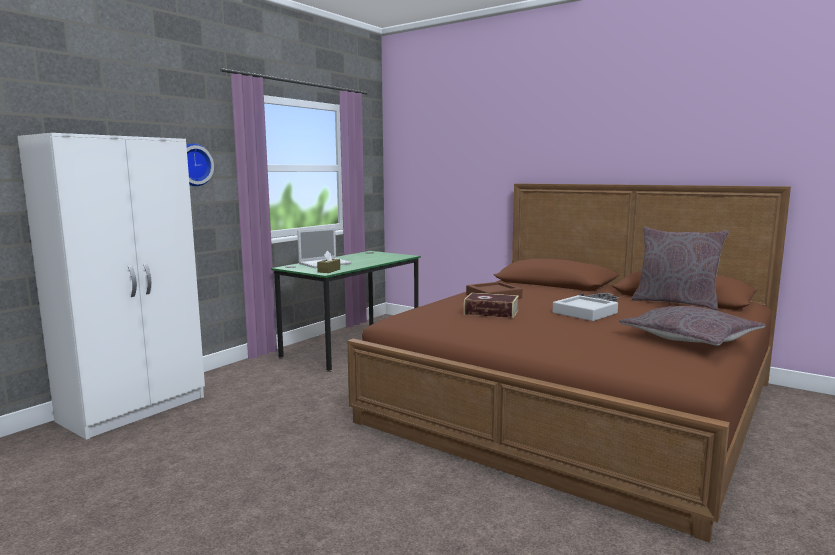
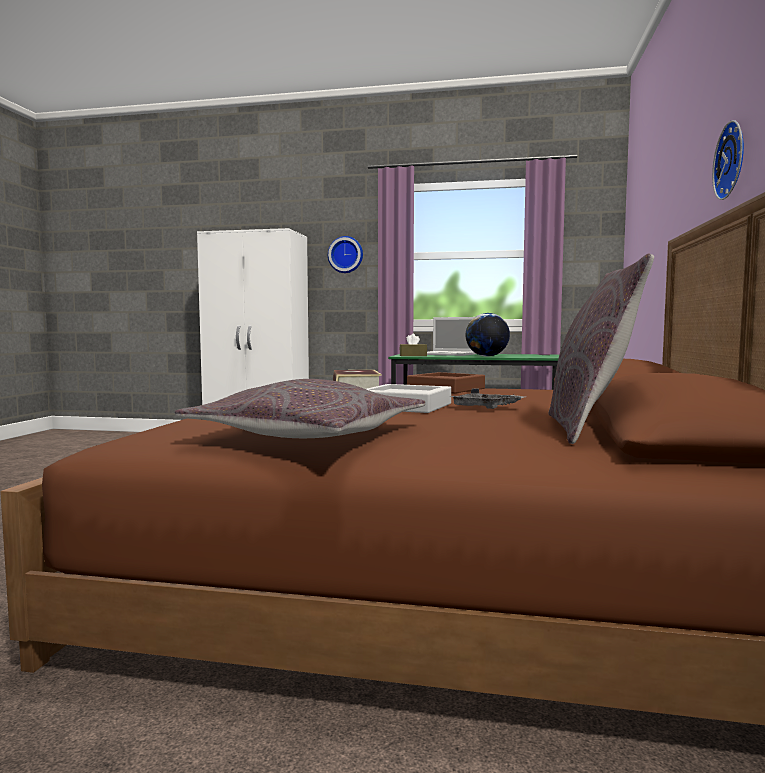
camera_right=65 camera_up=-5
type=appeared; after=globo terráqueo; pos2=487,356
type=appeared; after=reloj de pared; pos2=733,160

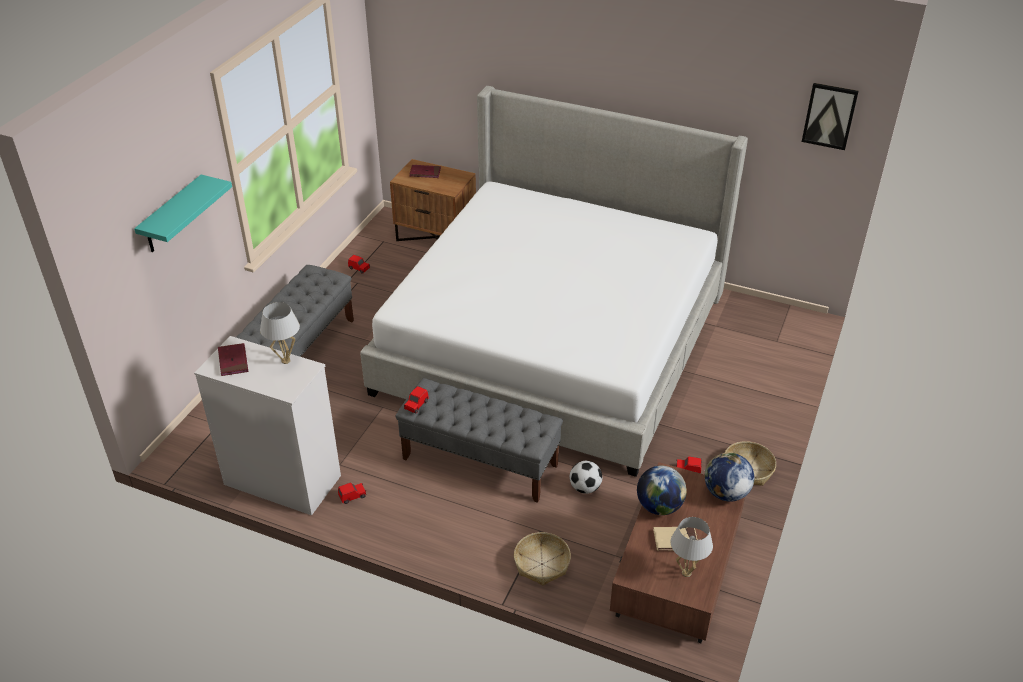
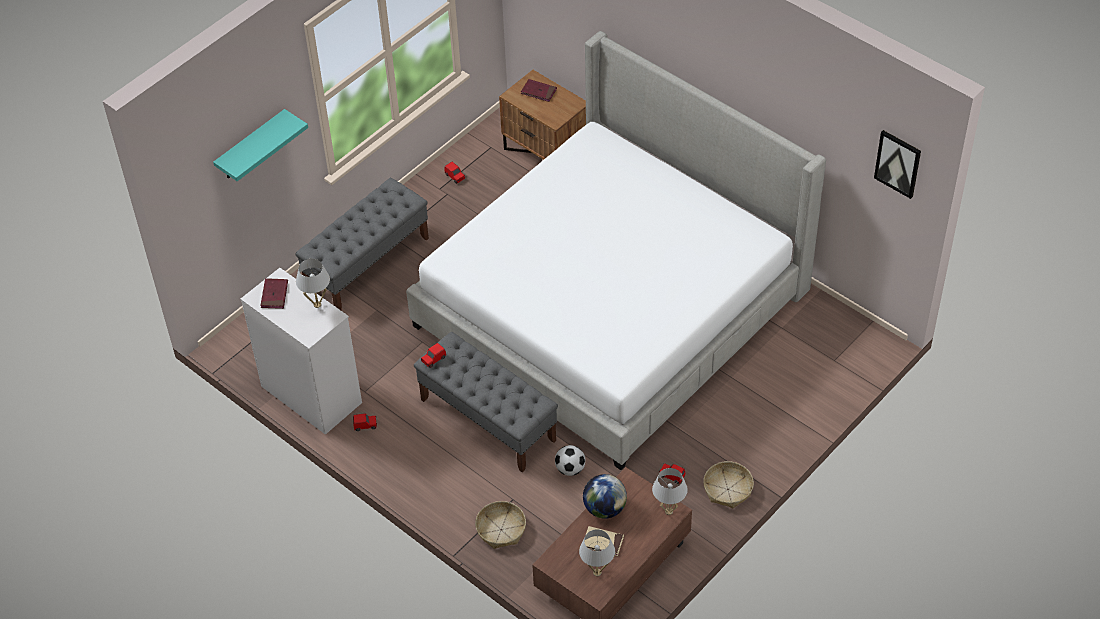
camera_right=20 camera_up=10
type=exchanged; before=globo terráqueo; after=lámpara de mesa/blanco; pos1=725,493; pos2=669,511

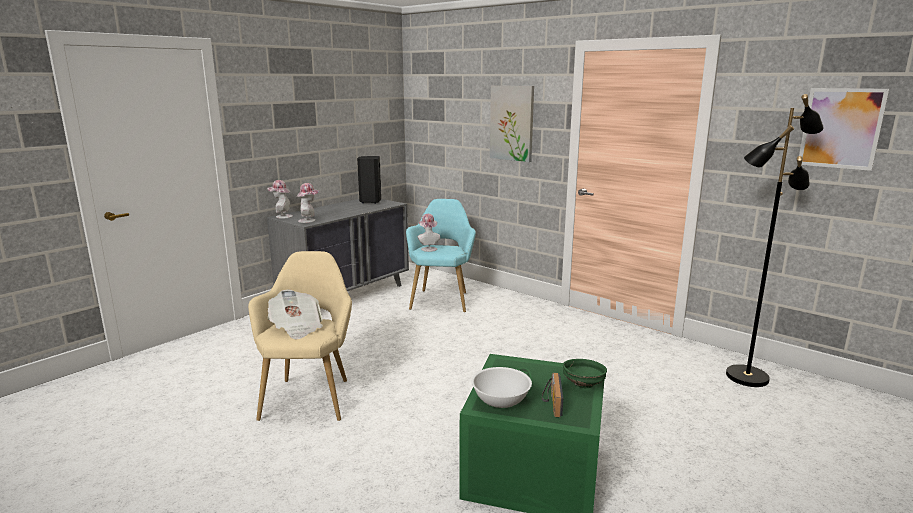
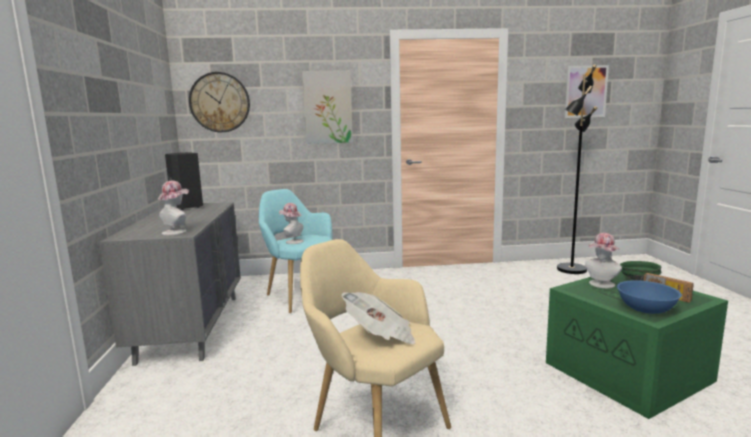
camera_right=-45 camera_up=-5
type=relocated; before=sombrero; pos1=281,216; pos2=601,285
type=colour; before=cuenco/blanco; after=cuenco/azul; pos1=501,400; pos2=645,309
type=appeared; after=reloj de pared; pos2=220,102

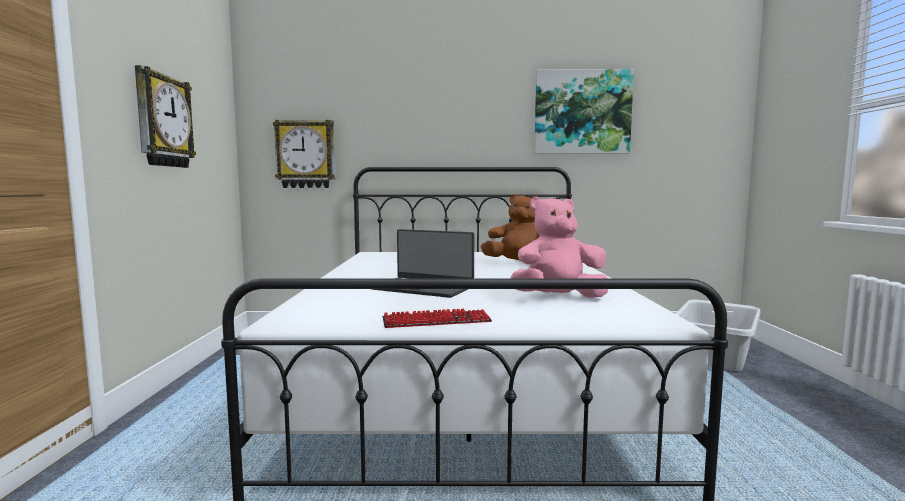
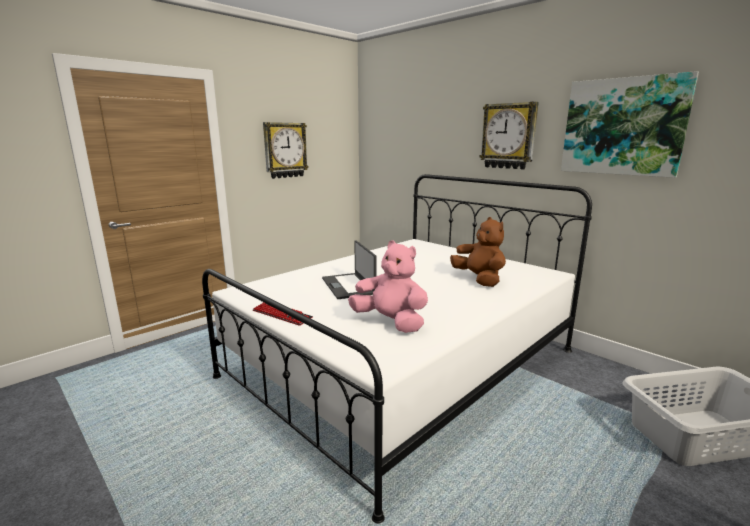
camera_right=45 camera_up=10
type=relocated; before=reloj de pared; pos1=305,154; pos2=508,136

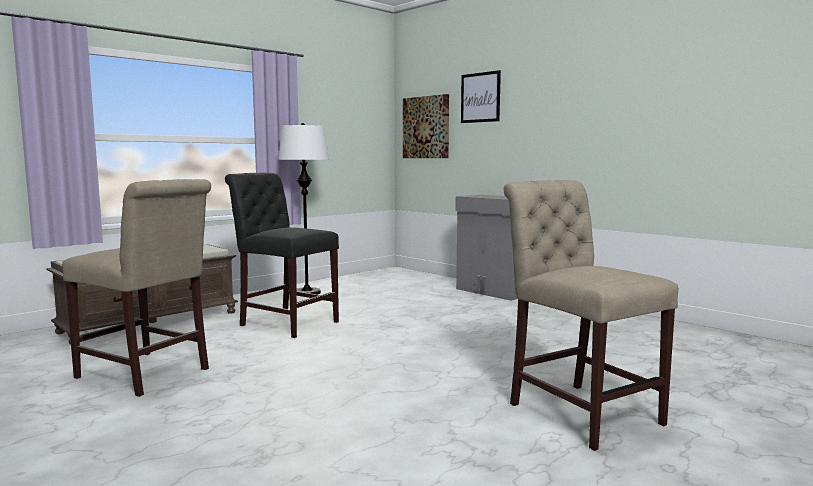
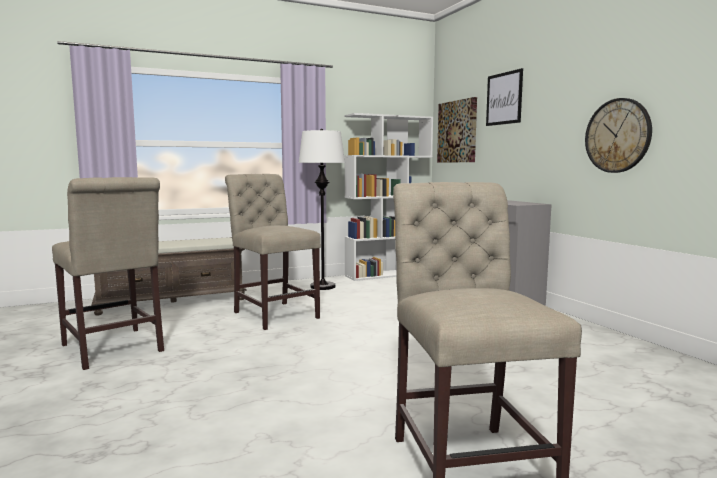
camera_right=20 camera_up=0
type=colour; before=silla/negro; after=silla/beis; pos1=285,322; pos2=274,314
type=appeared; after=estantería/blanco; pos2=387,274
type=appeared; after=reloj de pared; pos2=617,135

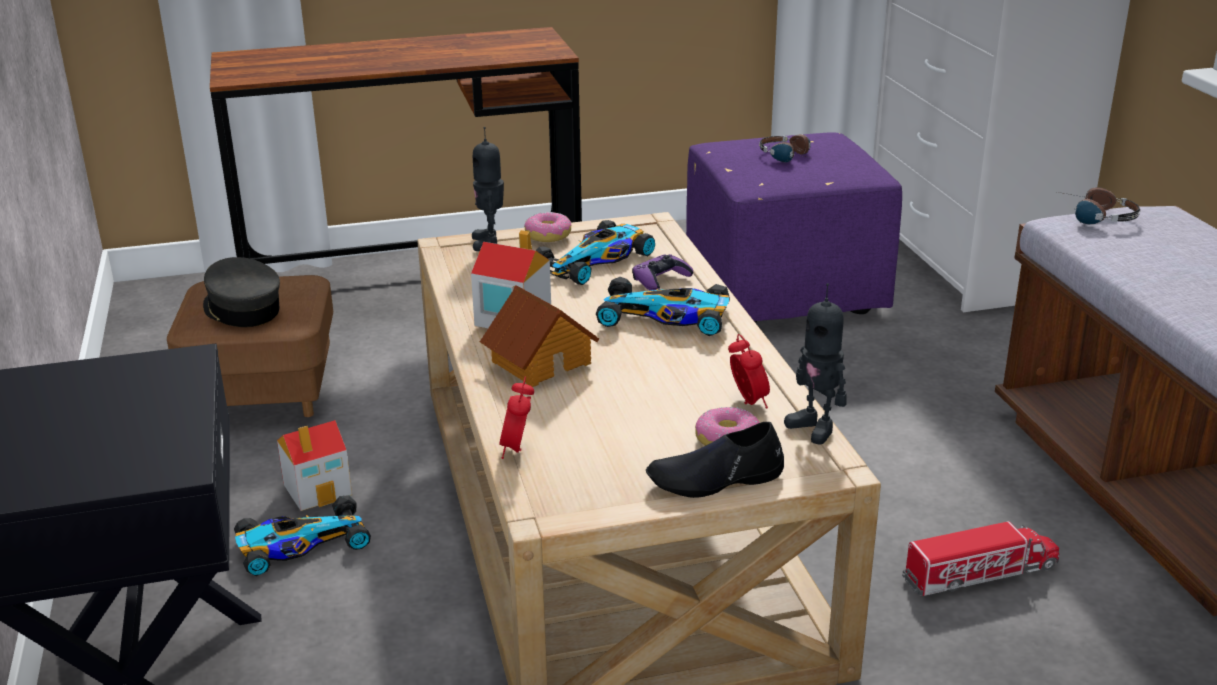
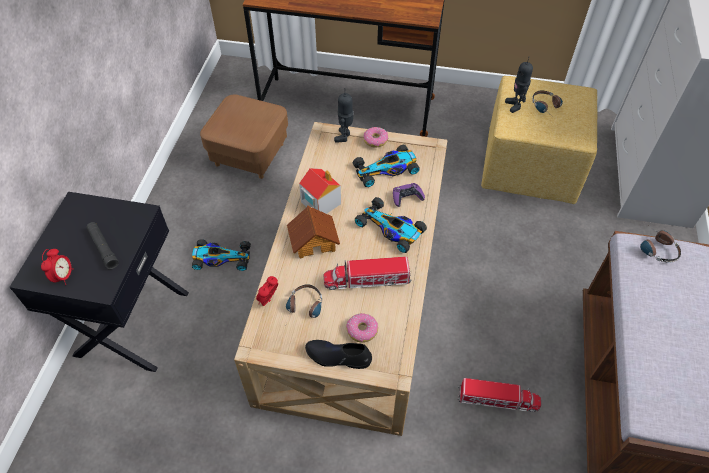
camera_right=25 camera_up=25
type=missing; before=gorra/gris; pos1=241,309
type=missing; before=casita; pos1=318,489
type=colour; before=puf/morado; after=puf/amarillo; pos1=784,292; pos2=529,167
type=relocated; before=despertador; pos1=747,402; pos2=63,276
type=relocated; before=robot de juguete; pos1=815,428; pos2=515,105
type=appeared; after=linterna/negro; pos2=103,248
type=appeared; after=auriculares; pos2=304,310
type=appeared; after=camión de juguete; pos2=367,280

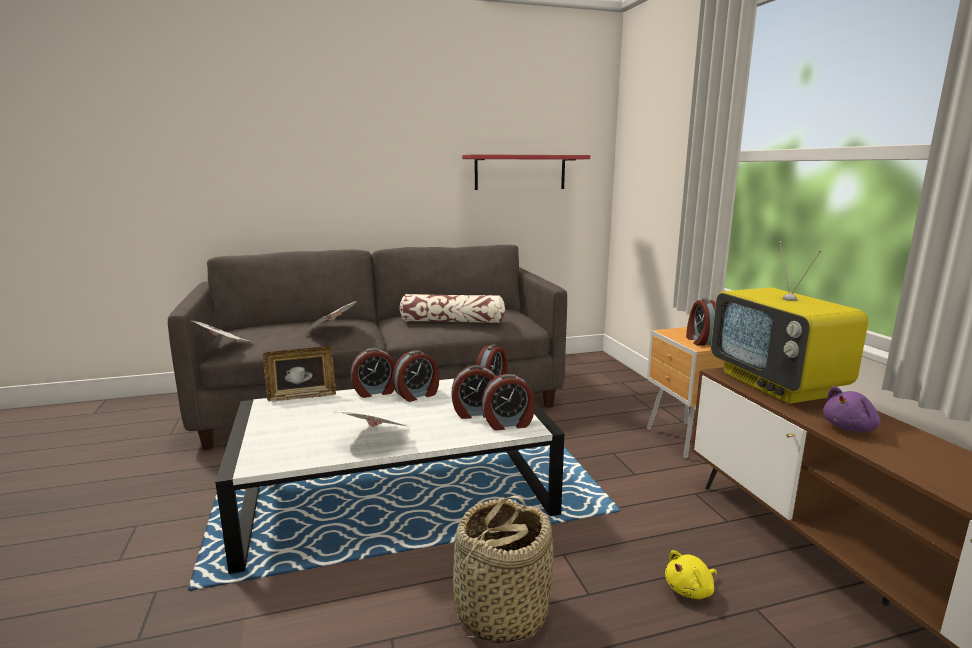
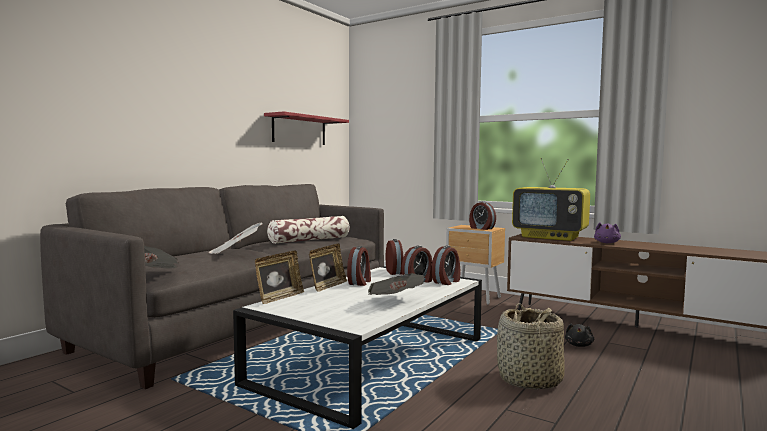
camera_right=-40 camera_up=-10
type=exchanged; before=despertador; after=portarretratos; pos1=375,392; pos2=327,286
type=colour; before=peluche/amarillo; after=peluche/negro; pos1=690,590; pos2=579,345

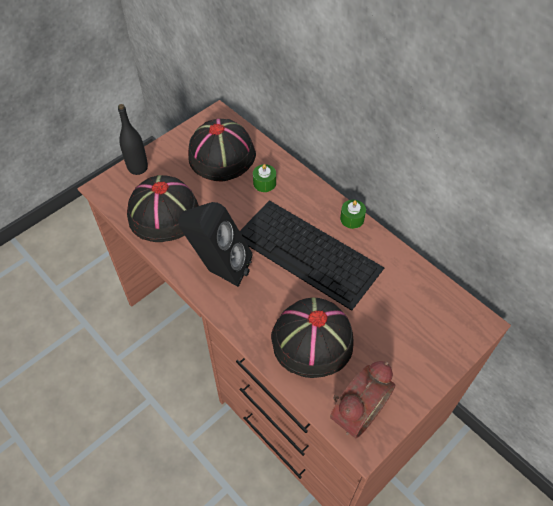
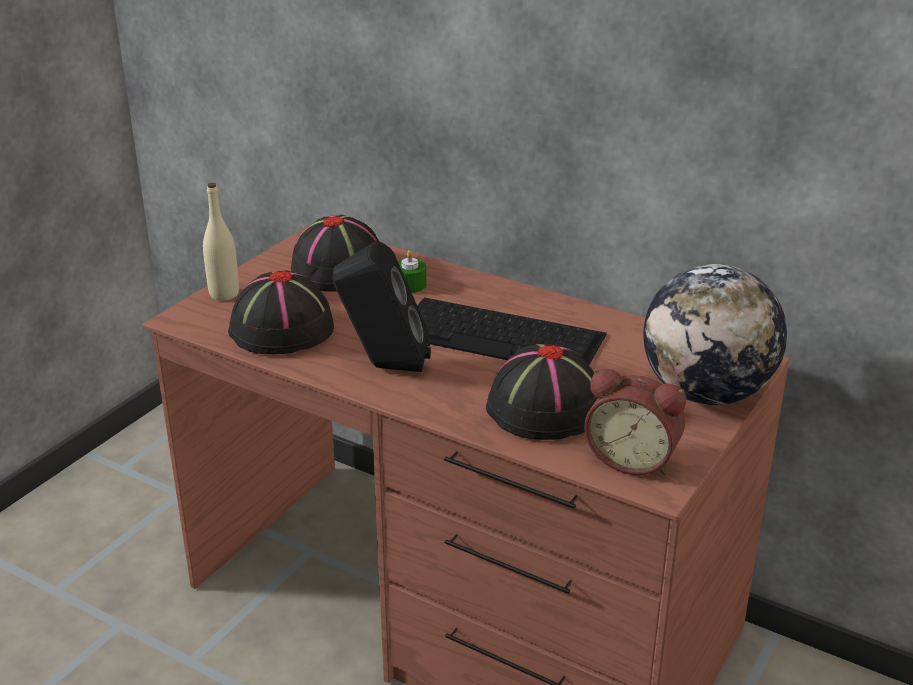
camera_right=-15 camera_up=-25
type=colour; before=botella/negro; after=botella/beis; pos1=138,168; pos2=224,294
type=spun; before=despertador; pos1=355,410; pos2=633,458; turn=90
type=missing; before=vela/verde; pos1=352,218
type=appeared; after=globo terráqueo; pos2=706,393

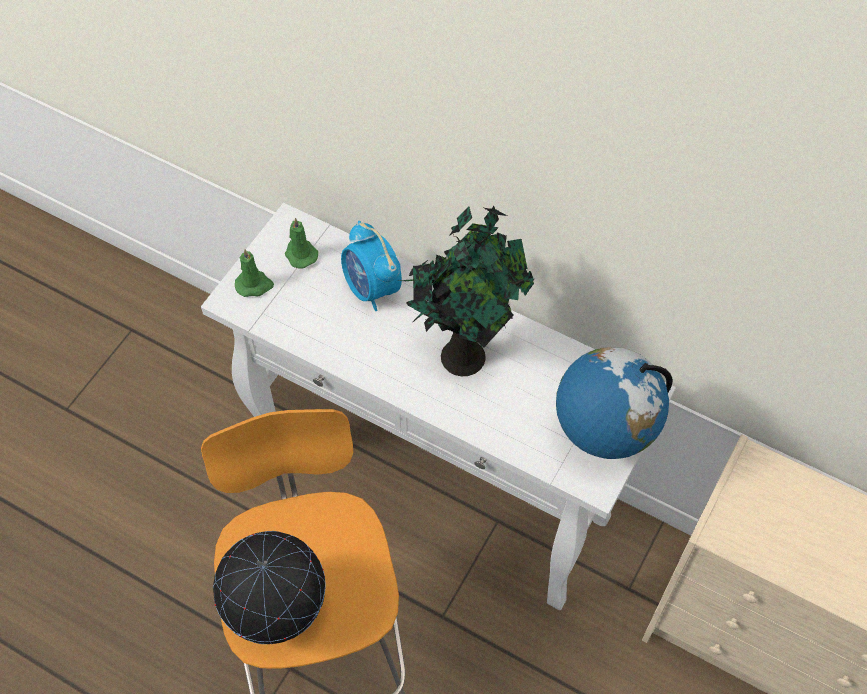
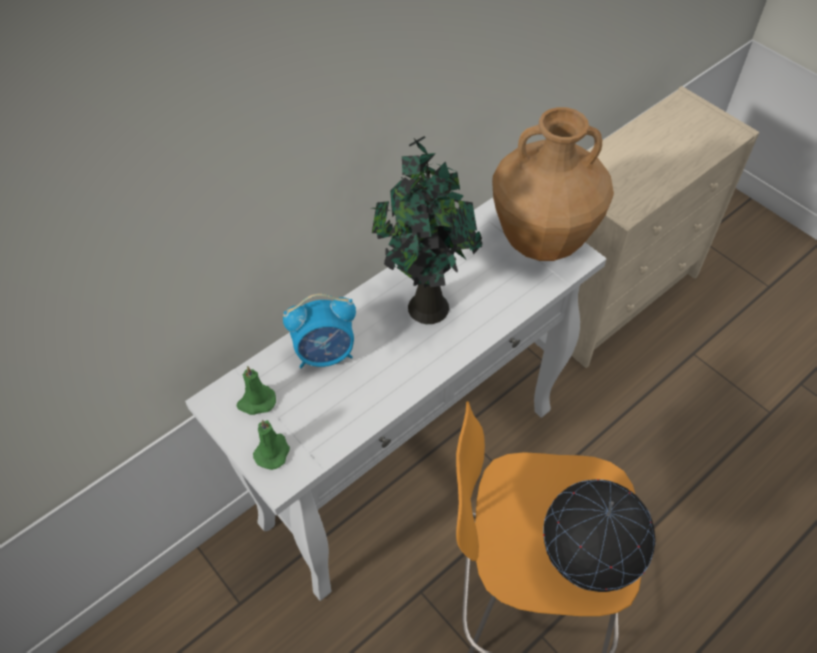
camera_right=-70 camera_up=-5
type=exchanged; before=globo terráqueo; after=florero/marrón; pos1=602,439; pos2=541,241

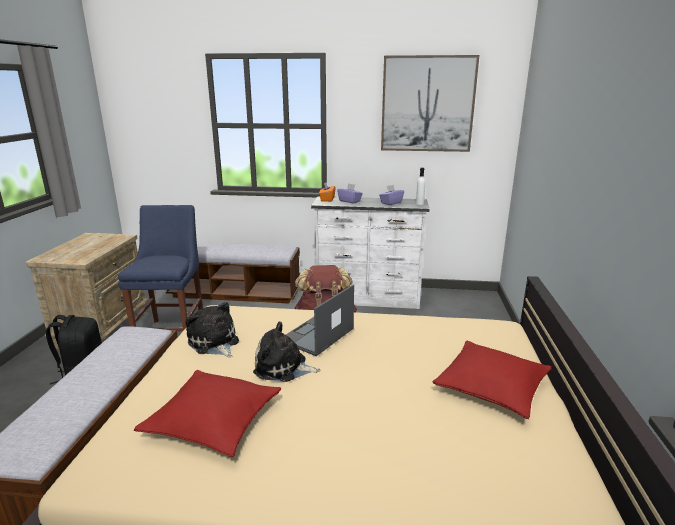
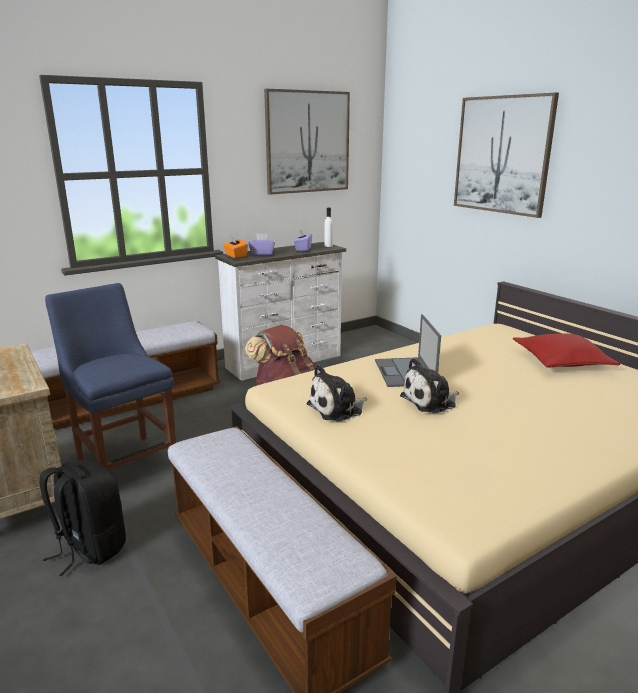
camera_right=-40 camera_up=0
type=missing; before=cojín/rojo; pos1=213,421
type=spun; before=peluche; pos1=214,343; pos2=337,408; turn=-45
type=appeared; after=cuadro; pos2=502,155

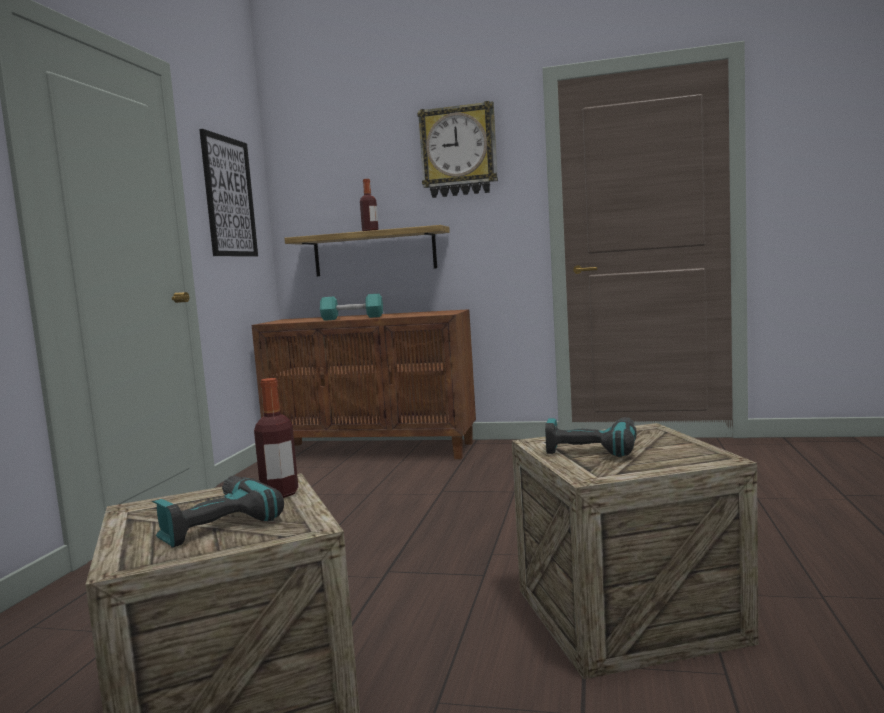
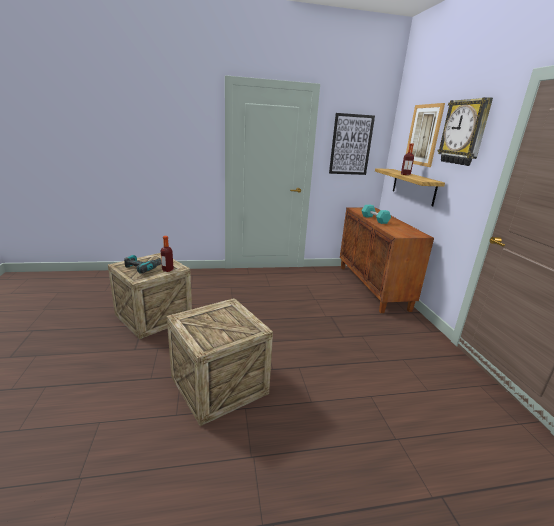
camera_right=65 camera_up=15
type=missing; before=taladro; pos1=592,448
type=appeared; after=cuadro; pos2=423,135

